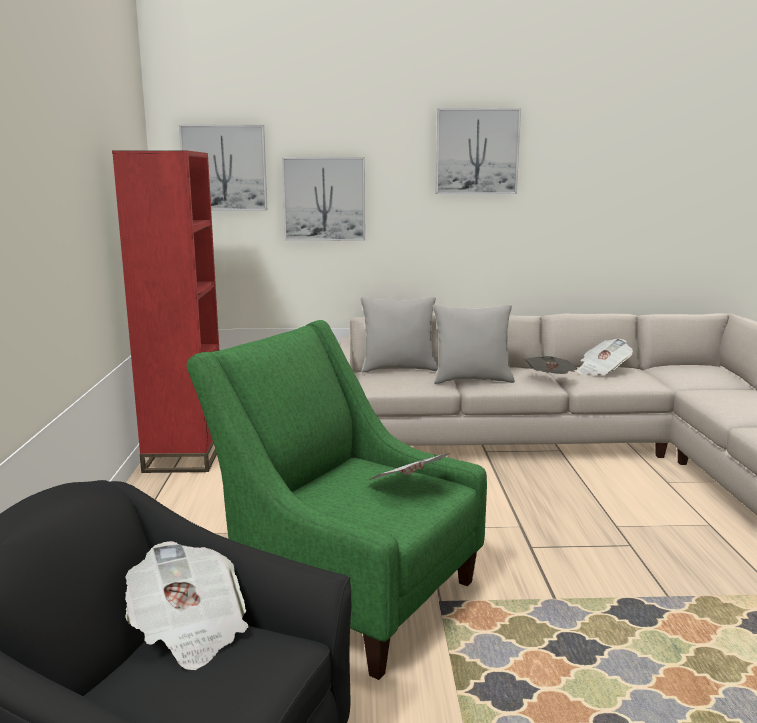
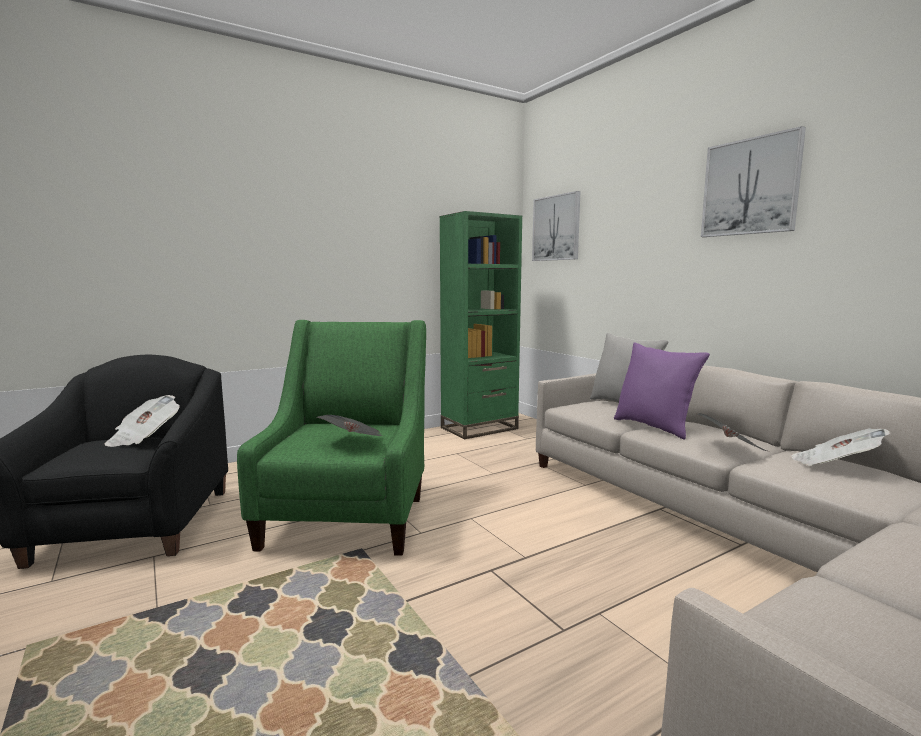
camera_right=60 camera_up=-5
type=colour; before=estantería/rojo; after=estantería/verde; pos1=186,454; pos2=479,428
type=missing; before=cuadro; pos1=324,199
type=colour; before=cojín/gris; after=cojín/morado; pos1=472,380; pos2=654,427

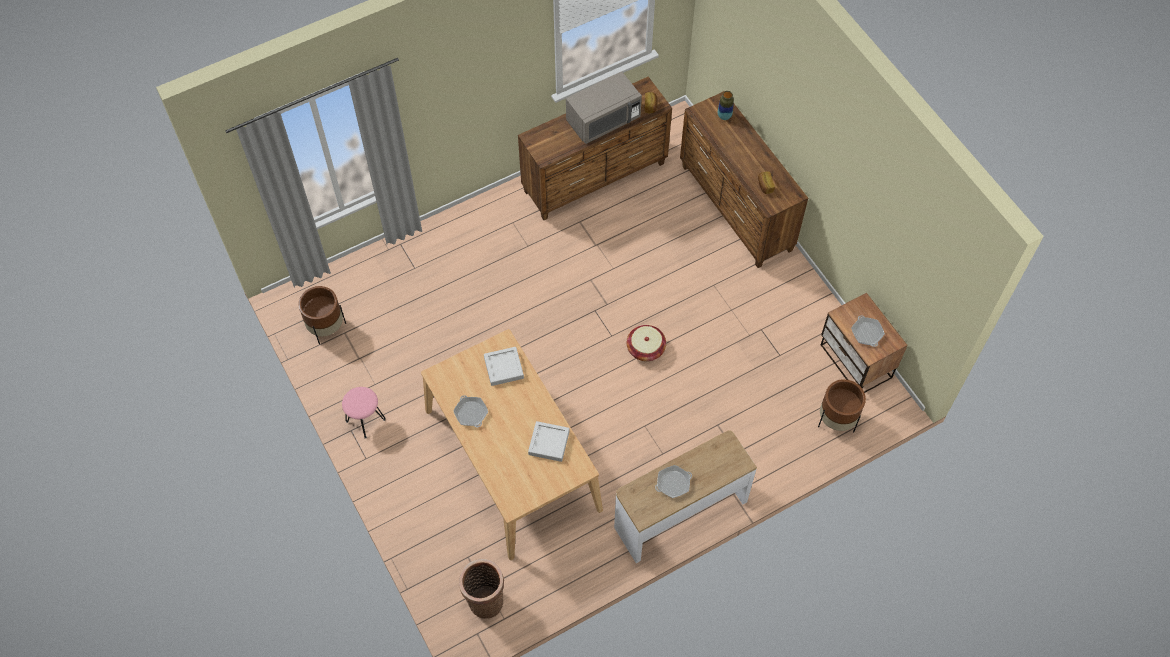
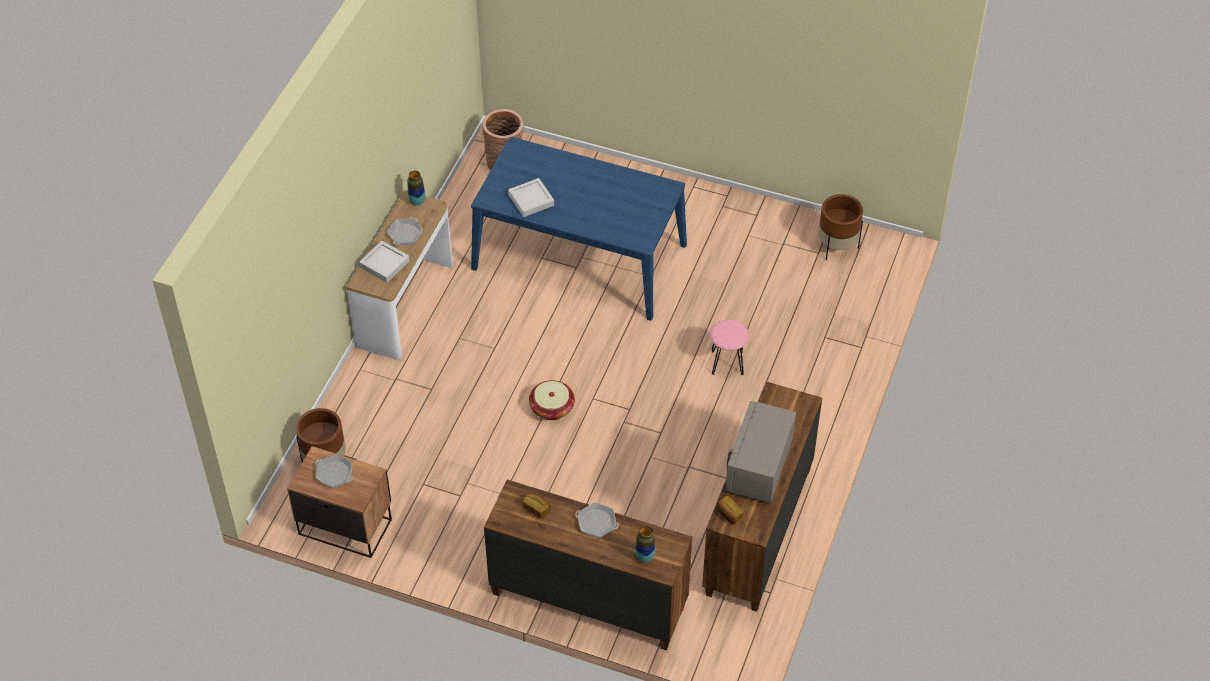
camera_right=140 camera_up=-10
type=relocated; before=taburete/rosa; pos1=365,420; pos2=727,362
type=colour; before=mesa de comedor/beis; after=mesa de comedor/azul; pos1=512,459; pos2=579,256
type=relocated; before=sartén; pos1=471,413; pos2=596,523
type=relocated; before=bandeja/gris; pos1=503,368; pos2=384,264
type=appeared; after=florero; pos2=417,201

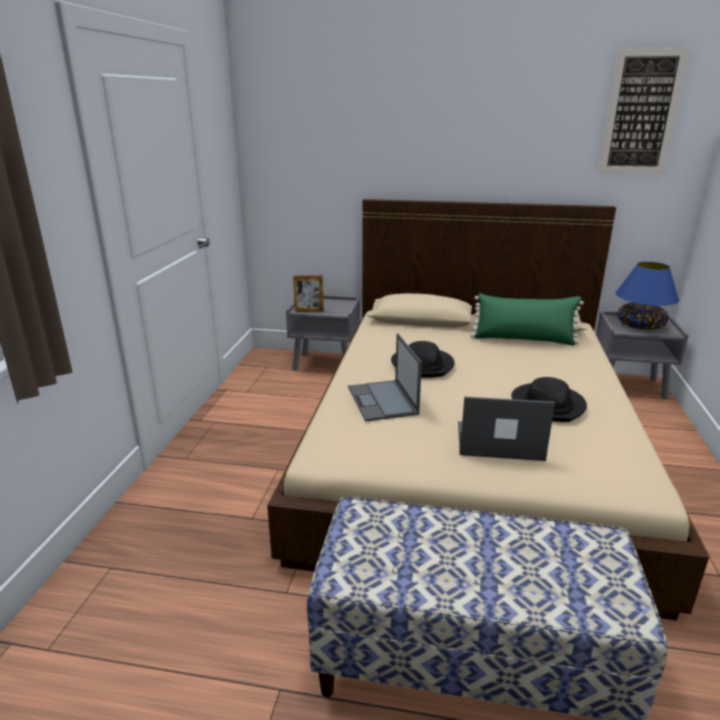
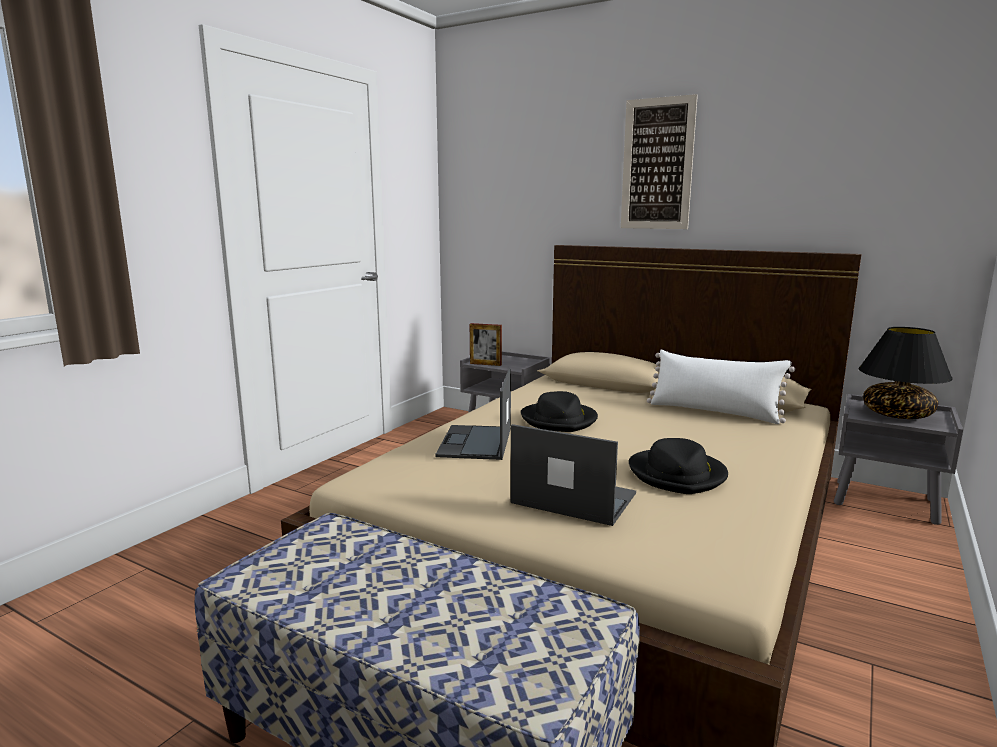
camera_right=20 camera_up=-10
type=colour; before=cojín/verde; after=cojín/blanco; pos1=523,339; pos2=714,412
type=relocated; before=cuadro; pos1=641,113; pos2=657,164
type=colour; before=lámpara de mesa/azul; after=lámpara de mesa/negro; pos1=640,326; pos2=896,414

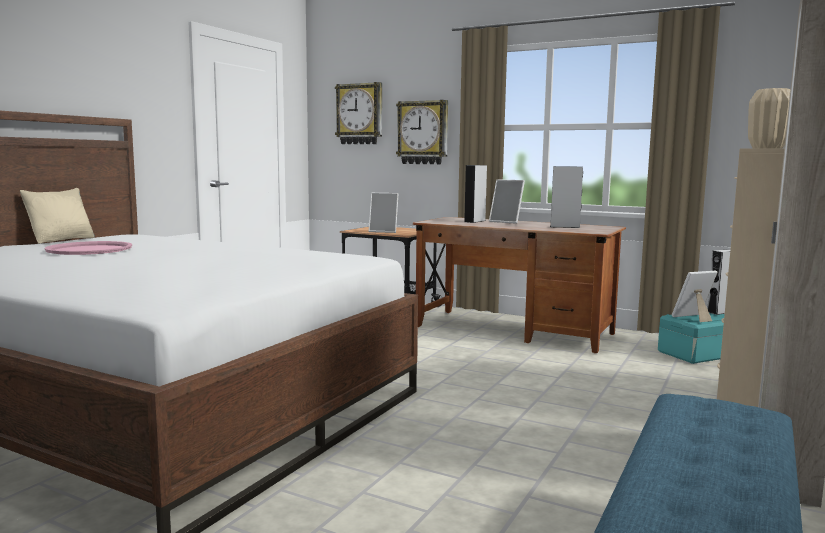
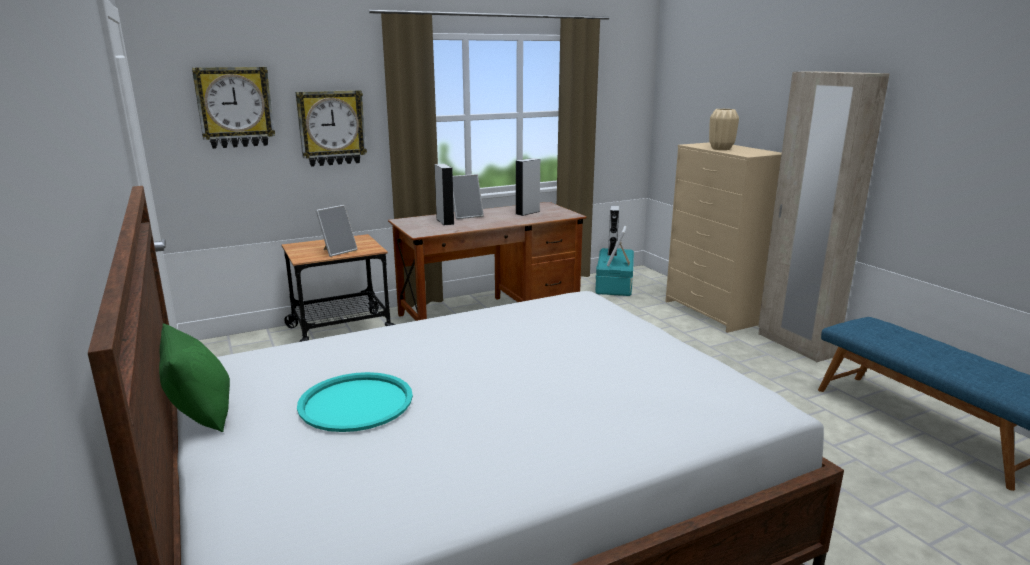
camera_right=-55 camera_up=10
type=colour; before=cojín/beis; after=cojín/verde; pos1=62,240; pos2=201,413
type=colour; before=bandeja/rosa; after=bandeja/turquesa; pos1=89,249; pos2=356,403

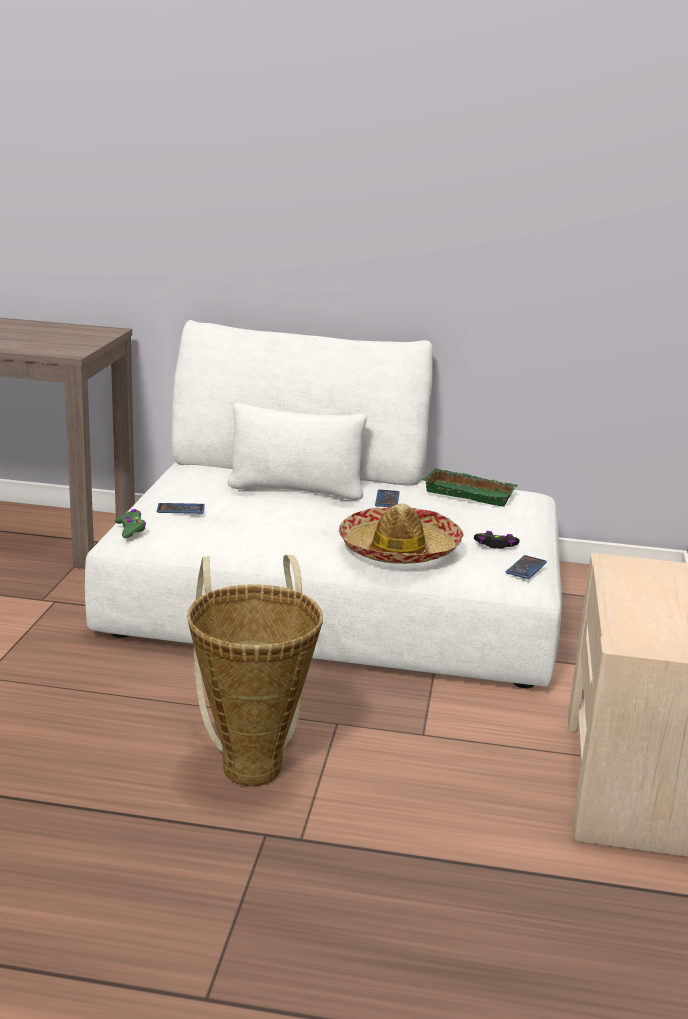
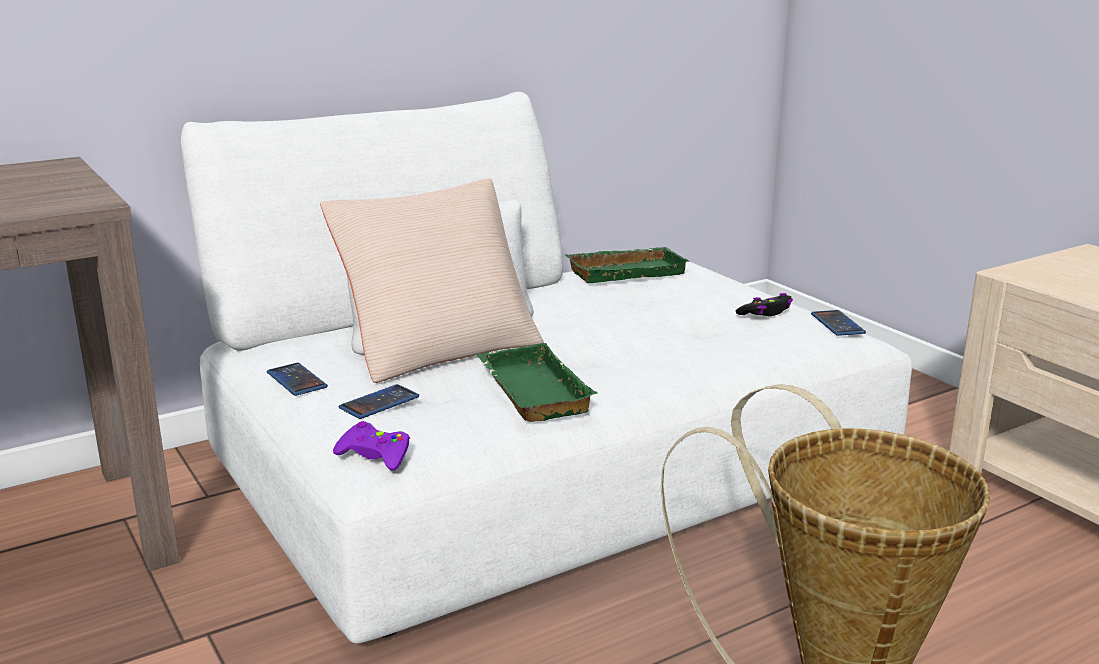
camera_right=-40 camera_up=0
type=colour; before=mando de consola/verde; after=mando de consola/morado; pos1=131,529; pos2=375,455
type=missing; before=sombrero; pos1=399,549
type=relocated; before=móvil; pos1=387,499; pos2=296,380
type=appeared; after=cojín/beis; pos2=438,346
type=appeared; after=bandeja/verde; pos2=529,391

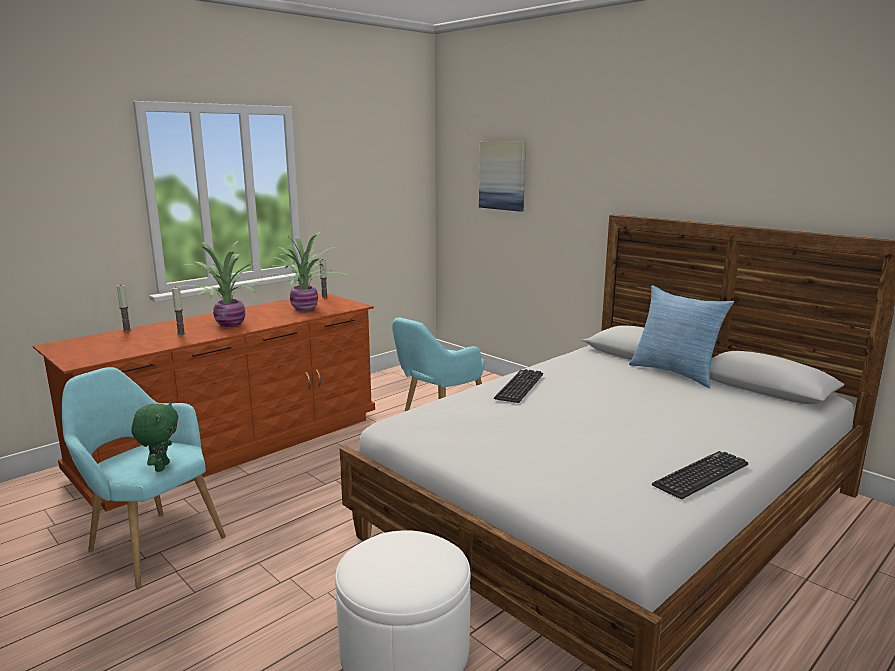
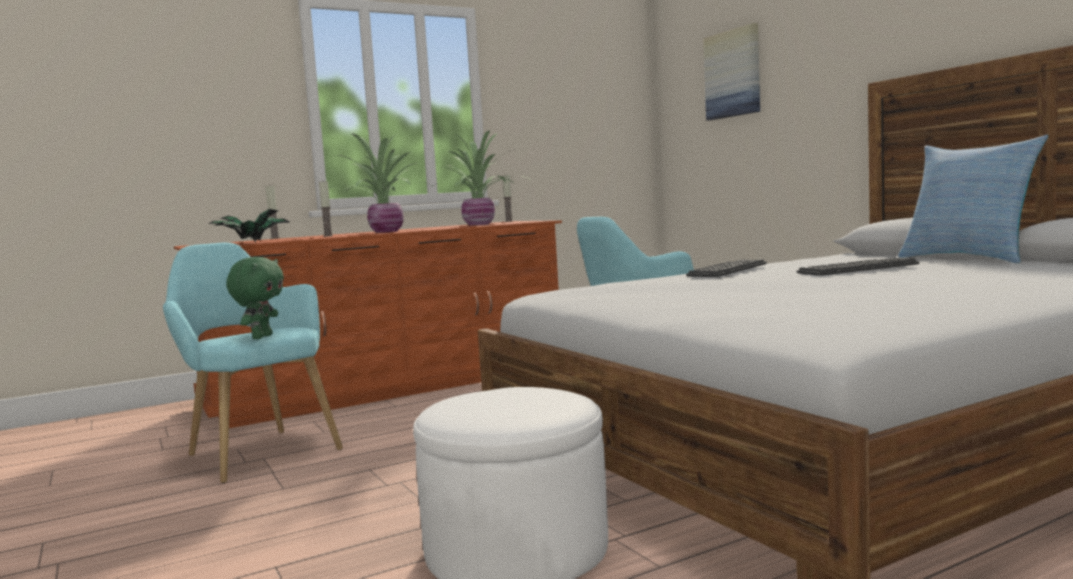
camera_right=15 camera_up=-10
type=relocated; before=teclado; pos1=701,475; pos2=858,269
type=appeared; after=planta en maceta; pos2=250,243

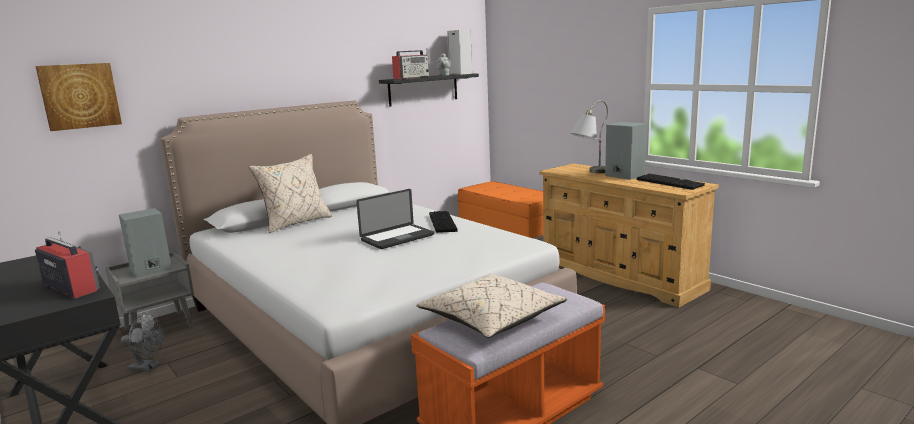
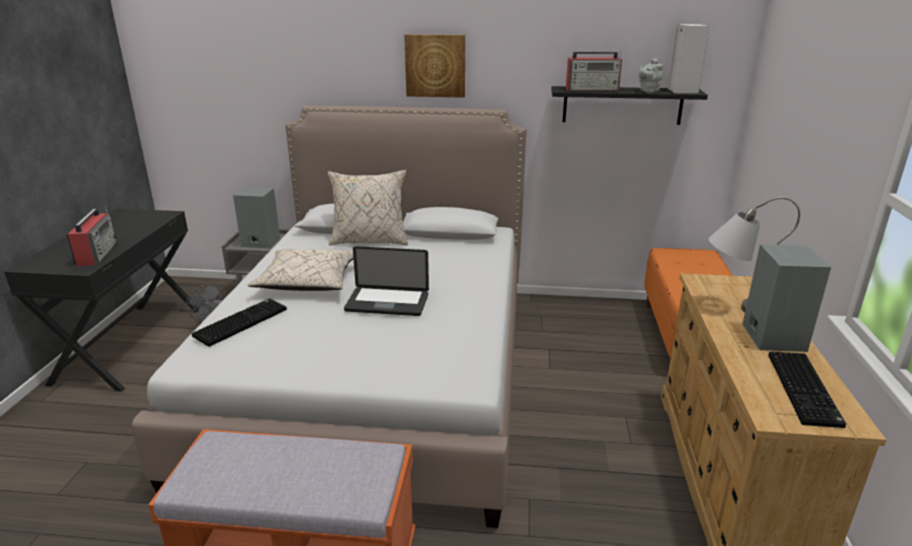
camera_right=45 camera_up=10
type=relocated; before=cuadro; pos1=80,96; pos2=435,65
type=relocated; before=cojín/beis; pos1=491,319; pos2=308,282
type=relocated; before=teclado; pos1=441,222; pos2=241,322

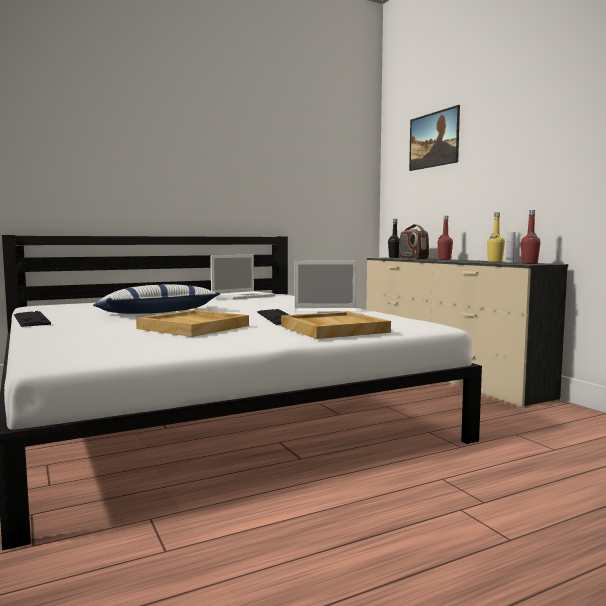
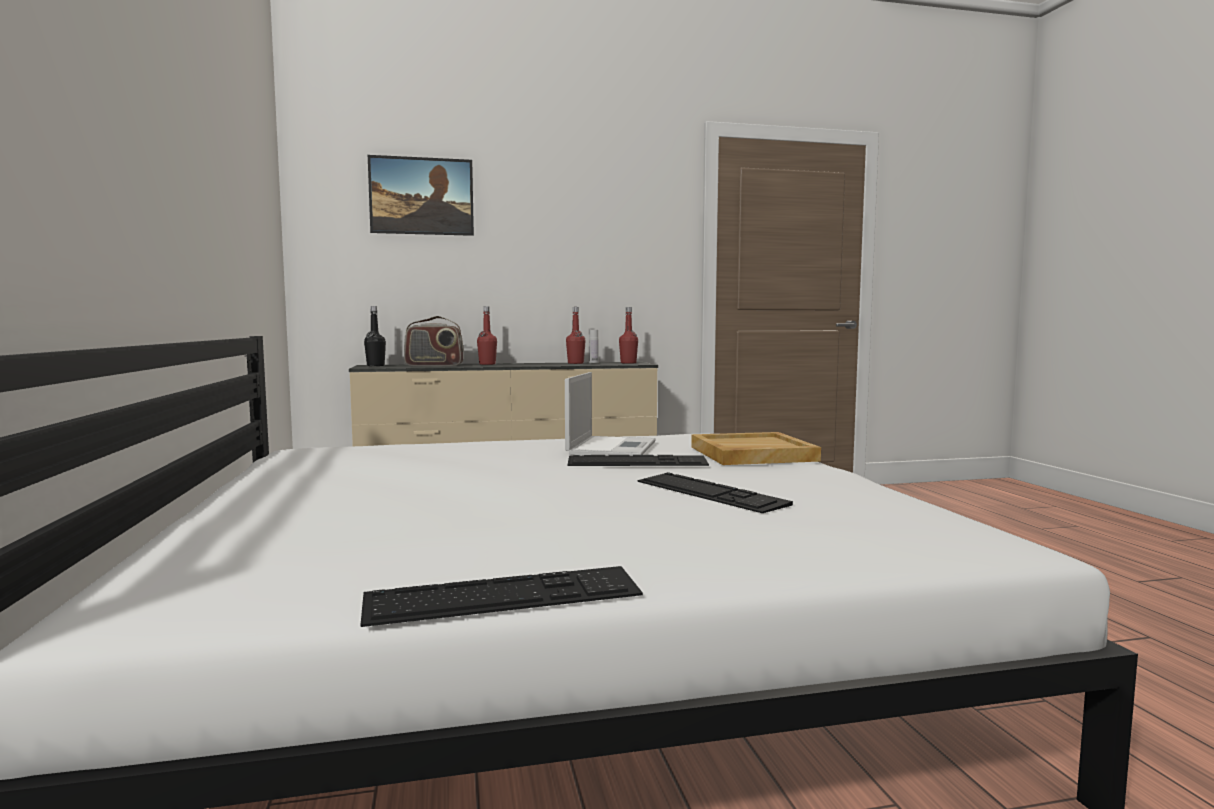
camera_right=-75 camera_up=0
type=missing; before=cojín; pos1=158,313
type=exchanged; before=bandeja/beis; after=teclado; pos1=194,327; pos2=709,492
type=missing; before=portátil; pos1=244,296
type=colour; before=botella/amarillo; after=botella/rojo; pos1=495,261; pos2=575,363

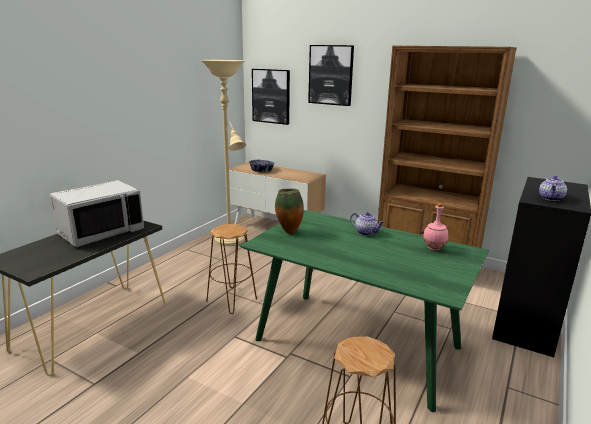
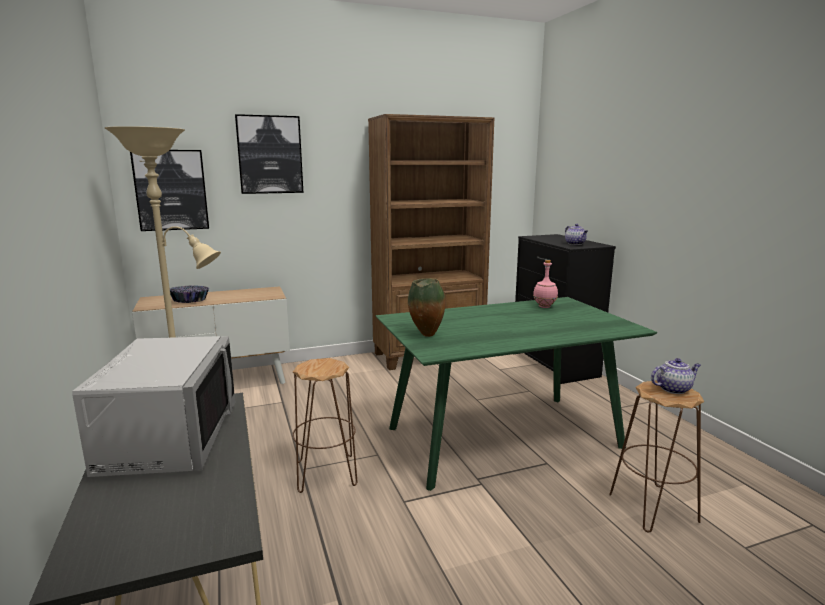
camera_right=-50 camera_up=-5
type=relocated; before=tetera; pos1=366,232; pos2=673,389

